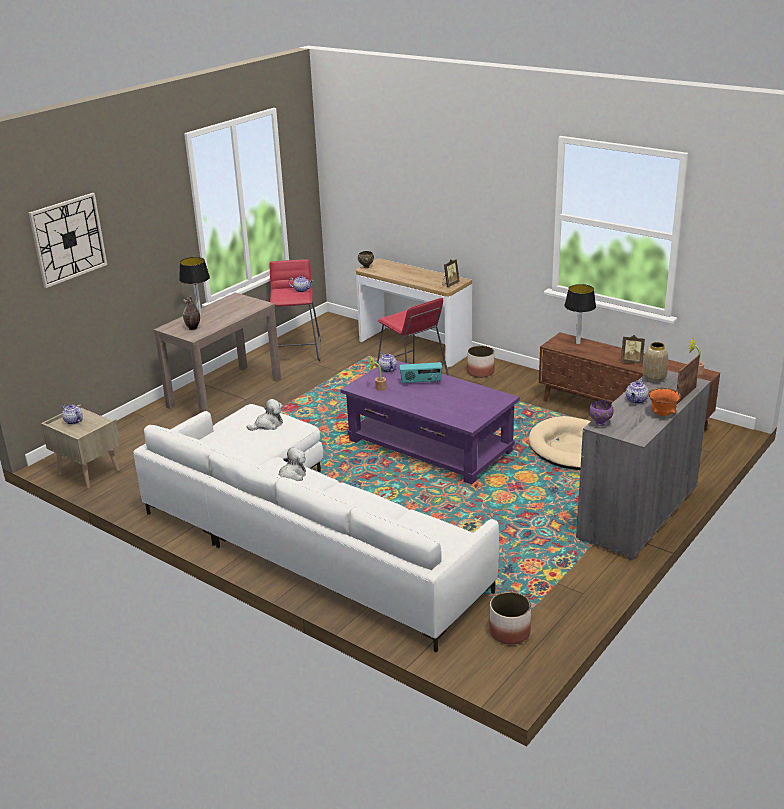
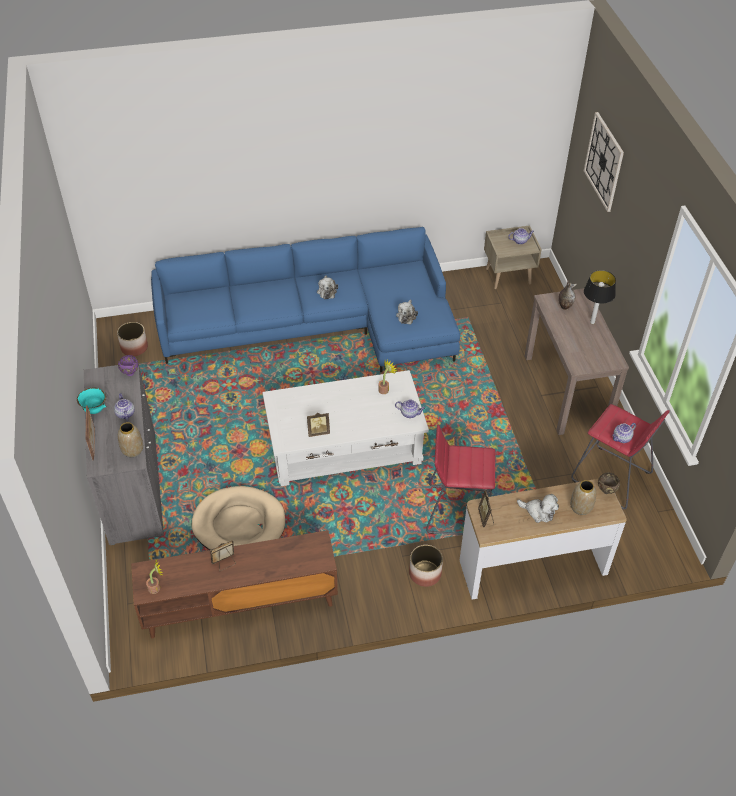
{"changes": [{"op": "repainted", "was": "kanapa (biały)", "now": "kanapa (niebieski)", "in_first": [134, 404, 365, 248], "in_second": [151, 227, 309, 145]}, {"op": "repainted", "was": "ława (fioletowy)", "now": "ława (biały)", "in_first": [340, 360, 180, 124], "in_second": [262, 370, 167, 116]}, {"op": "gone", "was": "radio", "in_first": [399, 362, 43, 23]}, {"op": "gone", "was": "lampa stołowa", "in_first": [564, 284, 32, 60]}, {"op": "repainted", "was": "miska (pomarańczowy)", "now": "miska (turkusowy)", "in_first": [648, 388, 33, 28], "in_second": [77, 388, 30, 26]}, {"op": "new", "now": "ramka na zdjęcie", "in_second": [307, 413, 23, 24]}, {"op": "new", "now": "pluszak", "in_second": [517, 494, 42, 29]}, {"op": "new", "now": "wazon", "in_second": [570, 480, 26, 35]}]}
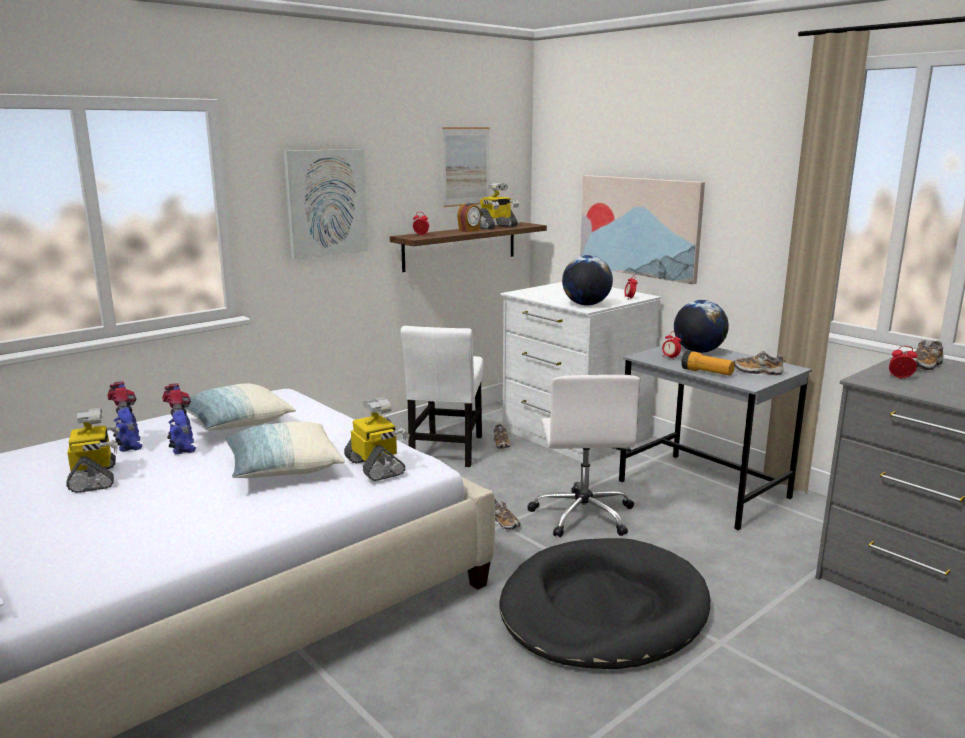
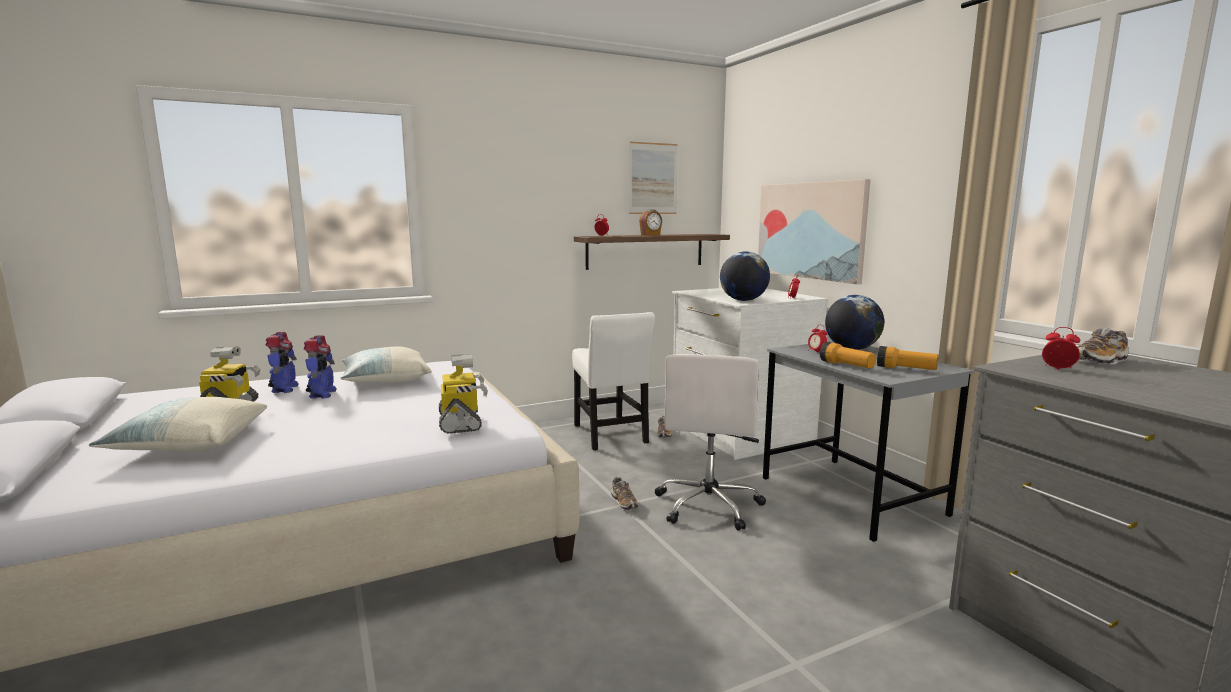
{"changes": [{"op": "shifted", "was": "poduszka", "in_first": [224, 422, 121, 56], "in_second": [89, 397, 178, 55]}, {"op": "gone", "was": "obraz", "in_first": [284, 149, 84, 111]}, {"op": "rotated", "was": "krzesło (biały)", "in_first": [401, 326, 82, 141], "in_second": [572, 312, 83, 138], "clockwise": -45}, {"op": "gone", "was": "robot zabawkowy", "in_first": [480, 183, 39, 46]}, {"op": "gone", "was": "legowisko (czarny)", "in_first": [500, 538, 210, 131]}, {"op": "swapped", "was": "but", "now": "latarka", "in_first": [734, 351, 52, 25], "in_second": [877, 346, 61, 24]}]}
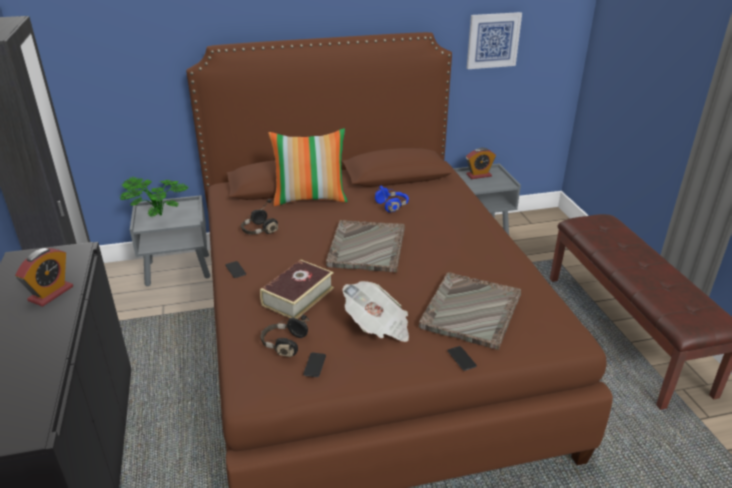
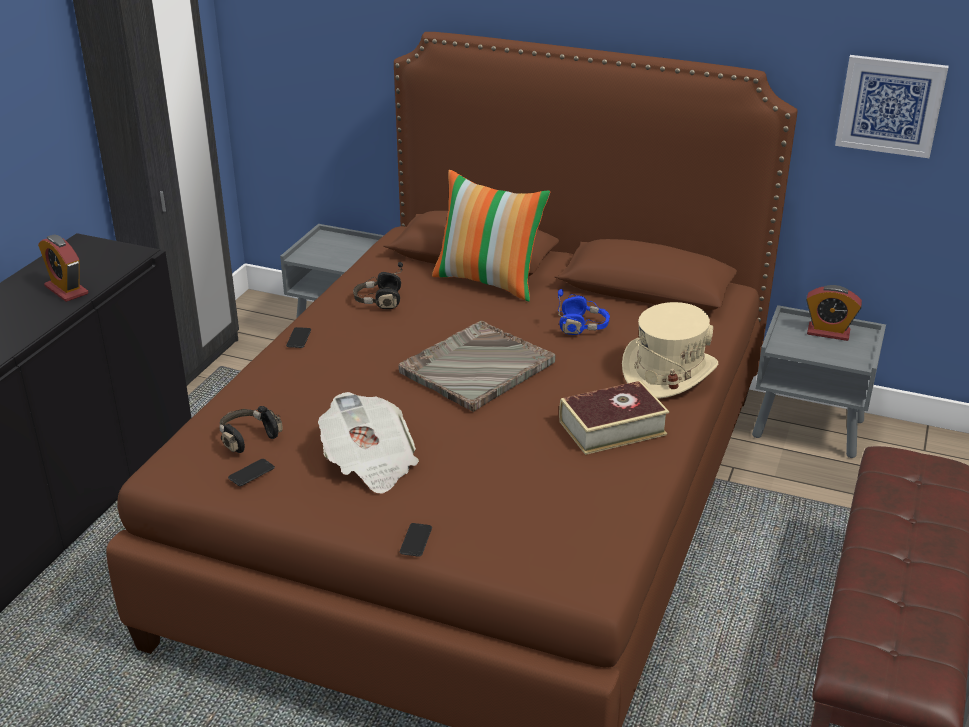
{"changes": [{"op": "rotated", "was": "budzik", "in_first": [15, 248, 58, 59], "in_second": [38, 235, 51, 67], "clockwise": 75}, {"op": "gone", "was": "roślina doniczkowa", "in_first": [120, 177, 68, 40]}, {"op": "shifted", "was": "książka", "in_first": [260, 259, 74, 60], "in_second": [559, 381, 110, 74]}, {"op": "gone", "was": "taca (szary)", "in_first": [419, 272, 102, 78]}, {"op": "new", "now": "kapelusz (beżowy)", "in_second": [622, 302, 96, 97]}]}
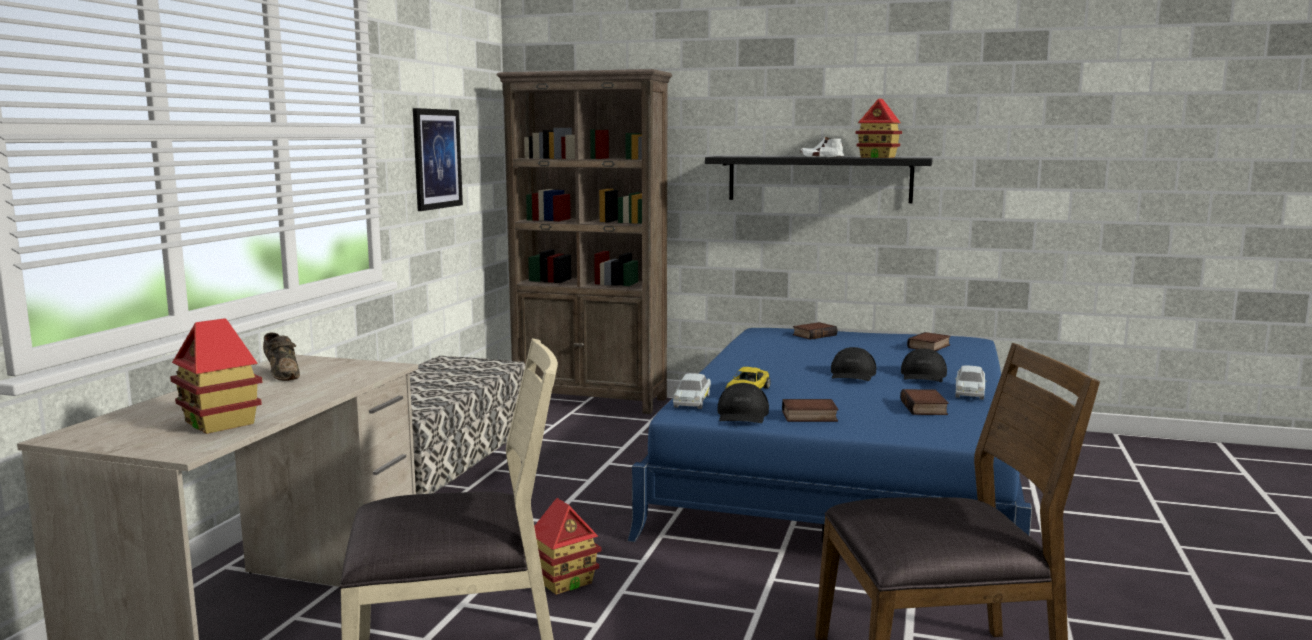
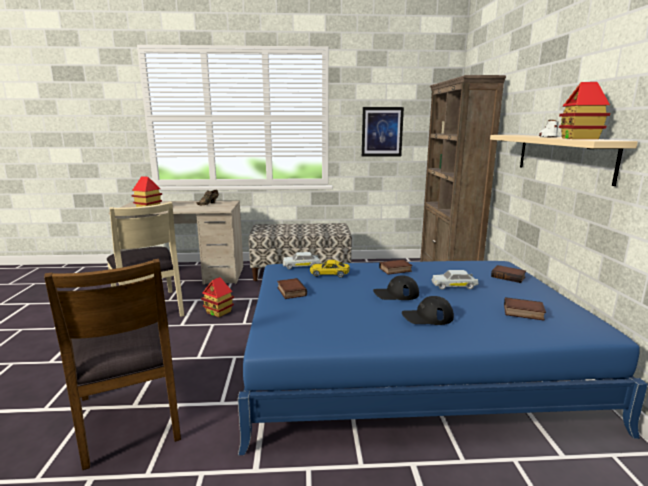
{"changes": [{"op": "repainted", "was": "półka (czarny)", "now": "półka (beżowy)", "in_first": [705, 156, 228, 47], "in_second": [490, 135, 148, 51]}, {"op": "gone", "was": "czapka z daszkiem (czarny)", "in_first": [718, 383, 51, 40]}, {"op": "shifted", "was": "książka", "in_first": [900, 389, 49, 26], "in_second": [379, 259, 34, 16]}, {"op": "shifted", "was": "samochodzik (biały)", "in_first": [955, 365, 32, 35], "in_second": [432, 270, 46, 19]}]}
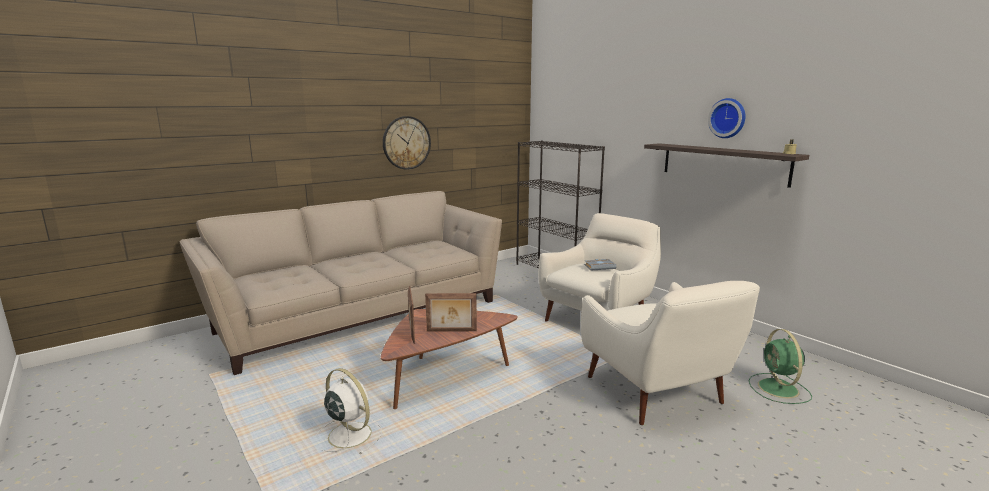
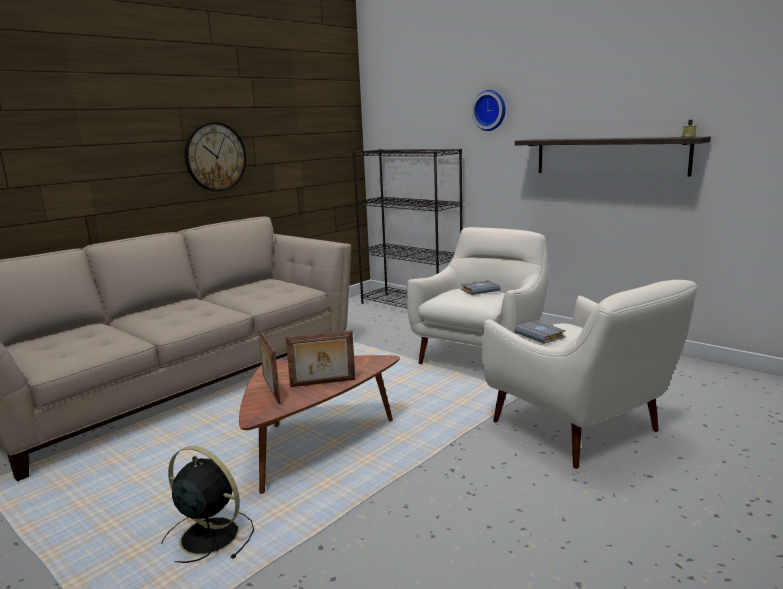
{"changes": [{"op": "repainted", "was": "wentylator (biały)", "now": "wentylator (czarny)", "in_first": [316, 368, 66, 86], "in_second": [161, 446, 93, 117]}, {"op": "shifted", "was": "zegar ścienny", "in_first": [708, 98, 38, 40], "in_second": [472, 90, 34, 41]}, {"op": "gone", "was": "wentylator (zielony)", "in_first": [749, 329, 63, 75]}, {"op": "new", "now": "książka (szary)", "in_second": [514, 320, 52, 24]}]}
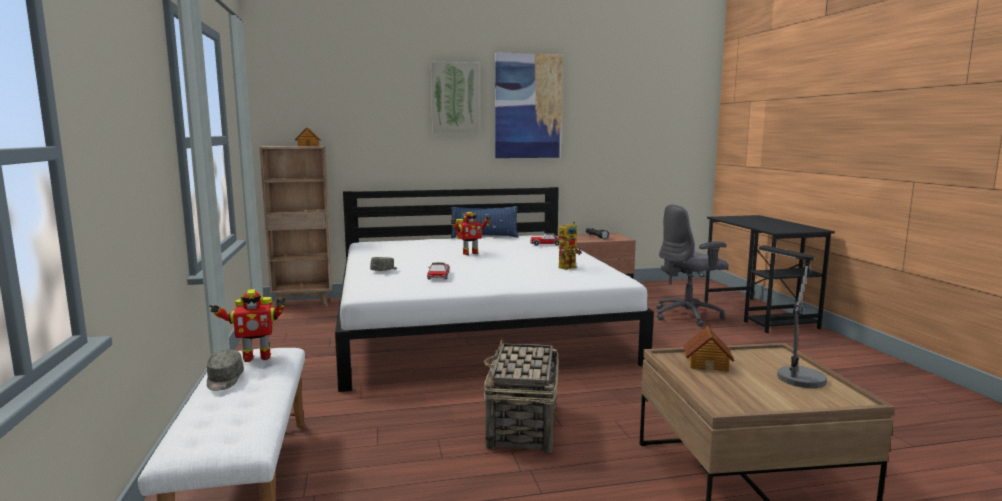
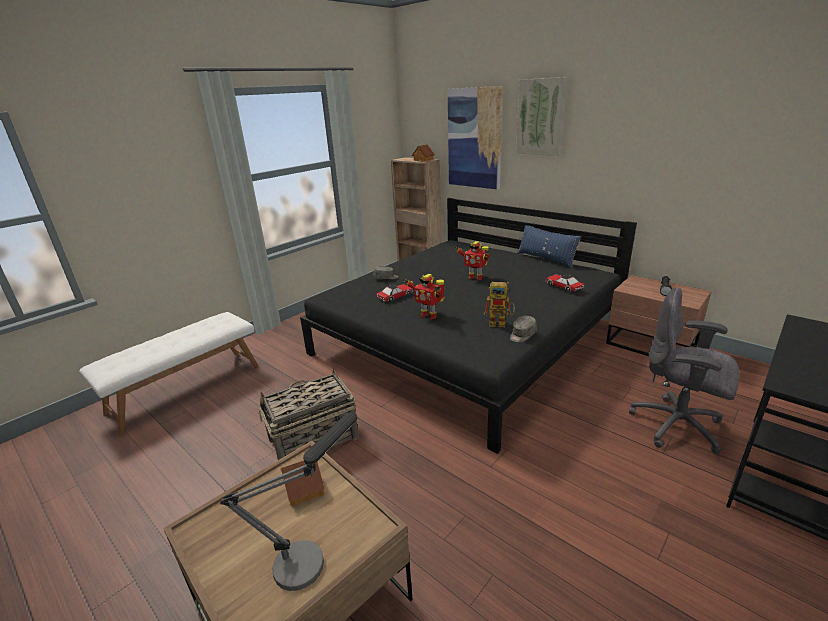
{"changes": [{"op": "shifted", "was": "czapka z daszkiem (szary)", "in_first": [207, 349, 37, 42], "in_second": [510, 316, 27, 26]}, {"op": "shifted", "was": "robot zabawkowy", "in_first": [209, 289, 77, 73], "in_second": [404, 274, 41, 46]}, {"op": "repainted", "was": "łóżko (biały)", "now": "łóżko (czarny)", "in_first": [335, 187, 319, 205], "in_second": [300, 198, 337, 256]}, {"op": "shifted", "was": "obraz", "in_first": [495, 53, 68, 105], "in_second": [448, 86, 55, 103]}]}
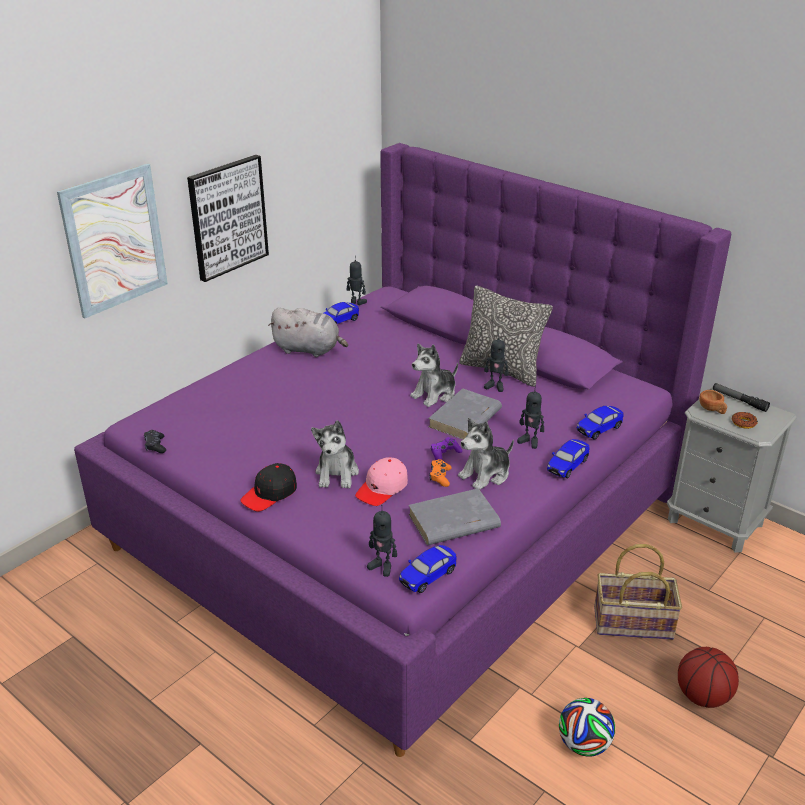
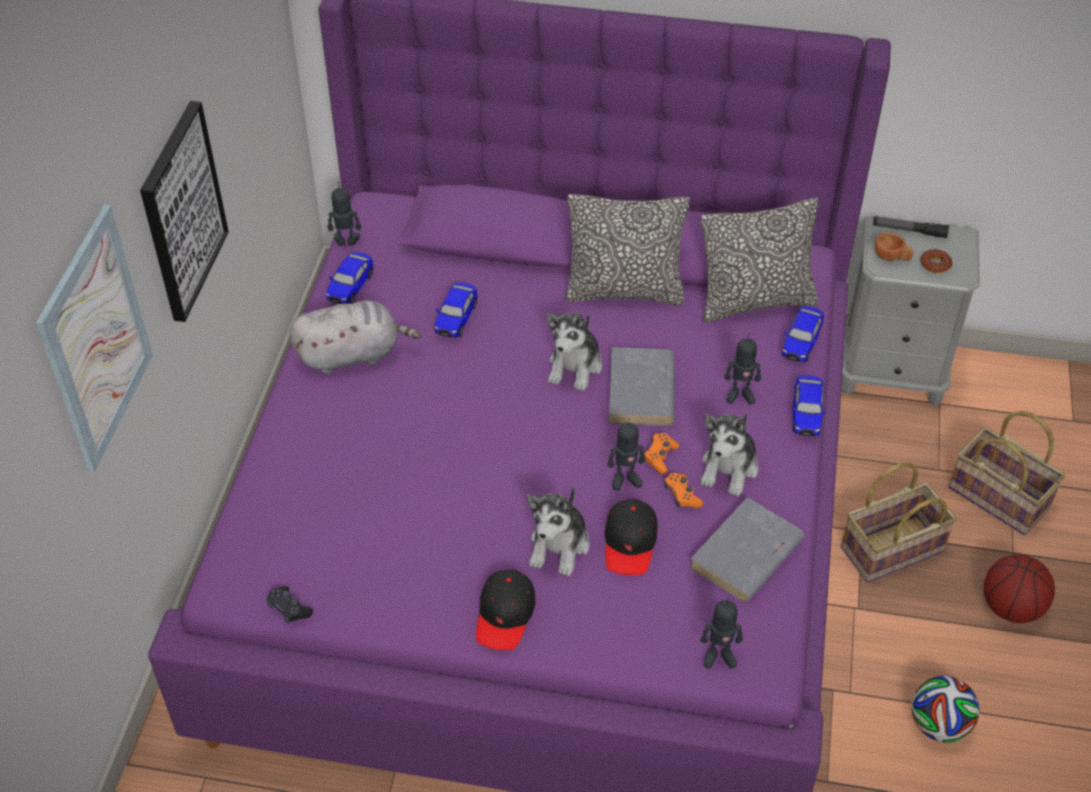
{"changes": [{"op": "rotated", "was": "pluszak", "in_first": [311, 420, 48, 68], "in_second": [526, 486, 63, 90], "clockwise": 45}, {"op": "repainted", "was": "czapka z daszkiem (różowy)", "now": "czapka z daszkiem (czarny)", "in_first": [355, 457, 53, 49], "in_second": [605, 499, 53, 76]}, {"op": "shifted", "was": "samochodzik", "in_first": [399, 545, 57, 48], "in_second": [435, 283, 43, 55]}, {"op": "repainted", "was": "pad do gier (fioletowy)", "now": "pad do gier (pomarańczowy)", "in_first": [431, 437, 31, 23], "in_second": [644, 433, 35, 41]}, {"op": "shifted", "was": "robot zabawkowy", "in_first": [484, 333, 25, 59], "in_second": [607, 418, 38, 73]}, {"op": "new", "now": "poduszka", "in_second": [701, 198, 117, 125]}, {"op": "new", "now": "koszyk", "in_second": [949, 411, 116, 124]}]}
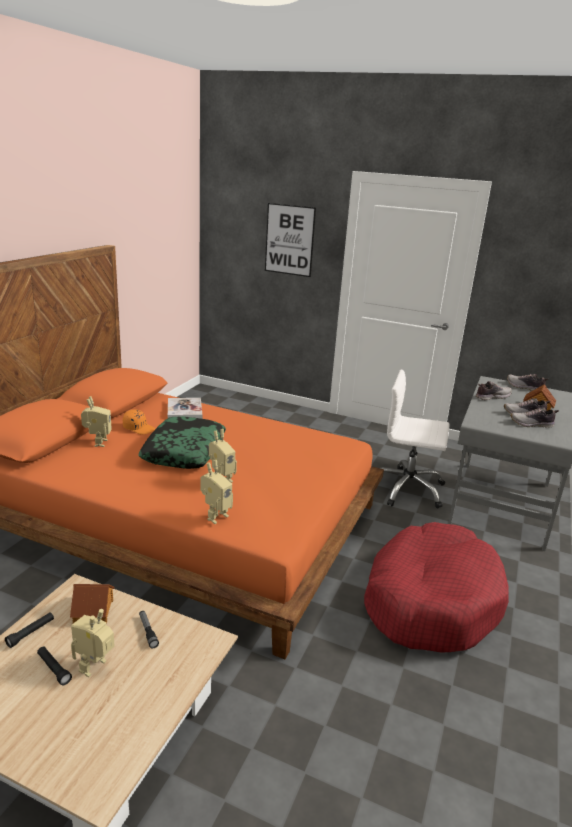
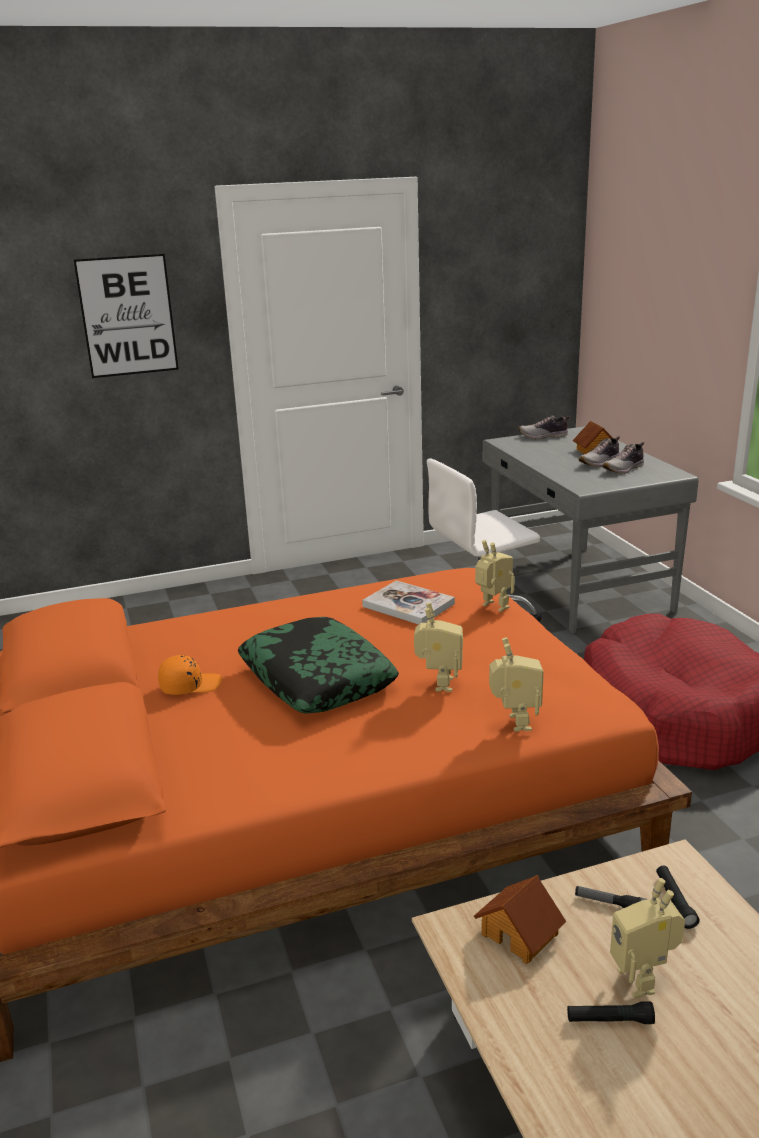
{"changes": [{"op": "shifted", "was": "latarka (czarny)", "in_first": [5, 612, 49, 36], "in_second": [656, 866, 43, 63]}, {"op": "shifted", "was": "robot zabawkowy", "in_first": [81, 396, 31, 51], "in_second": [475, 540, 40, 72]}, {"op": "shifted", "was": "książka", "in_first": [168, 398, 35, 21], "in_second": [362, 580, 93, 45]}, {"op": "gone", "was": "but", "in_first": [476, 381, 36, 19]}]}
